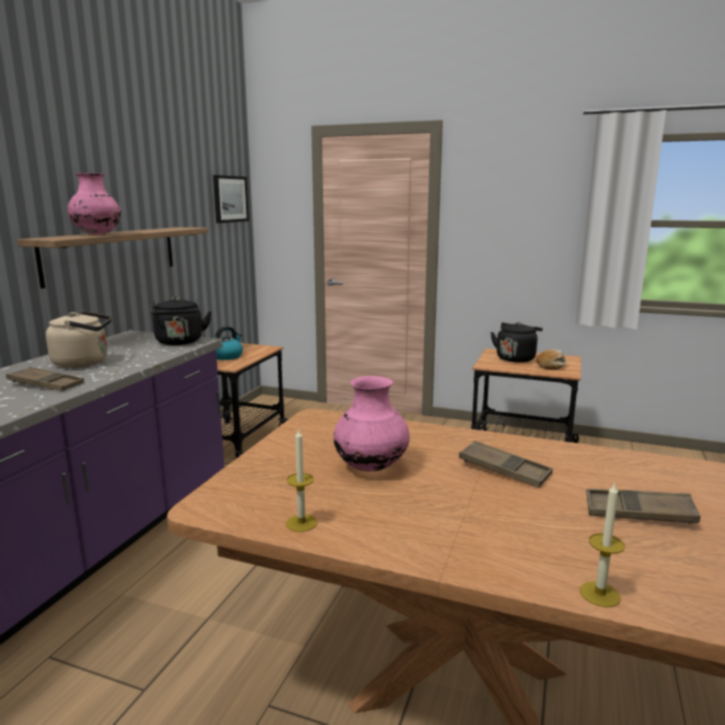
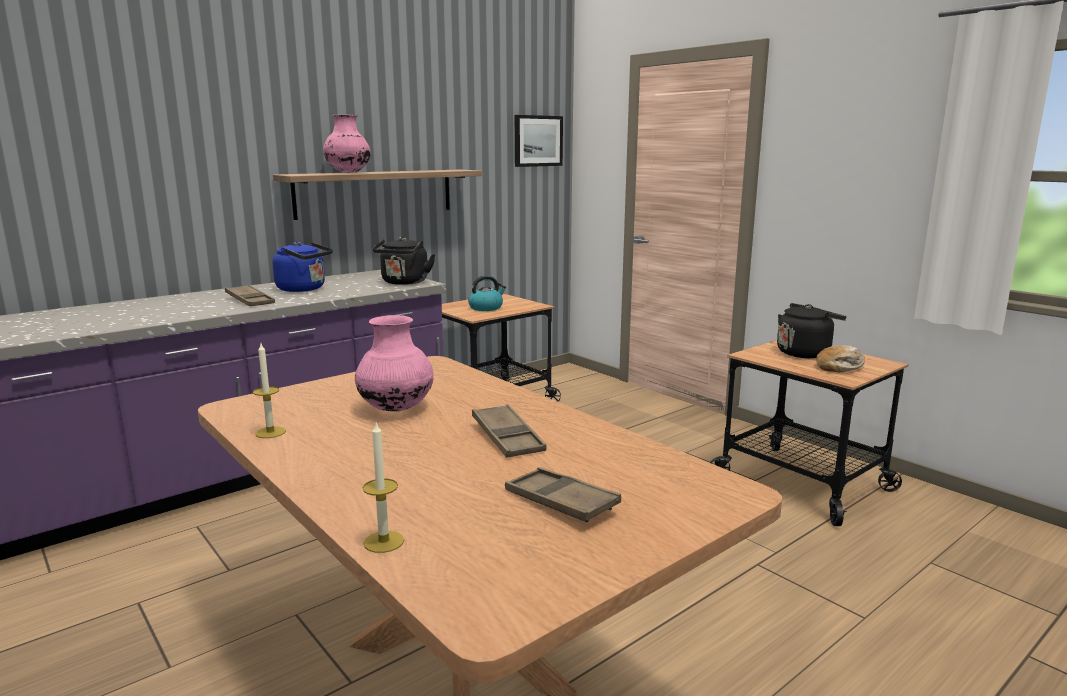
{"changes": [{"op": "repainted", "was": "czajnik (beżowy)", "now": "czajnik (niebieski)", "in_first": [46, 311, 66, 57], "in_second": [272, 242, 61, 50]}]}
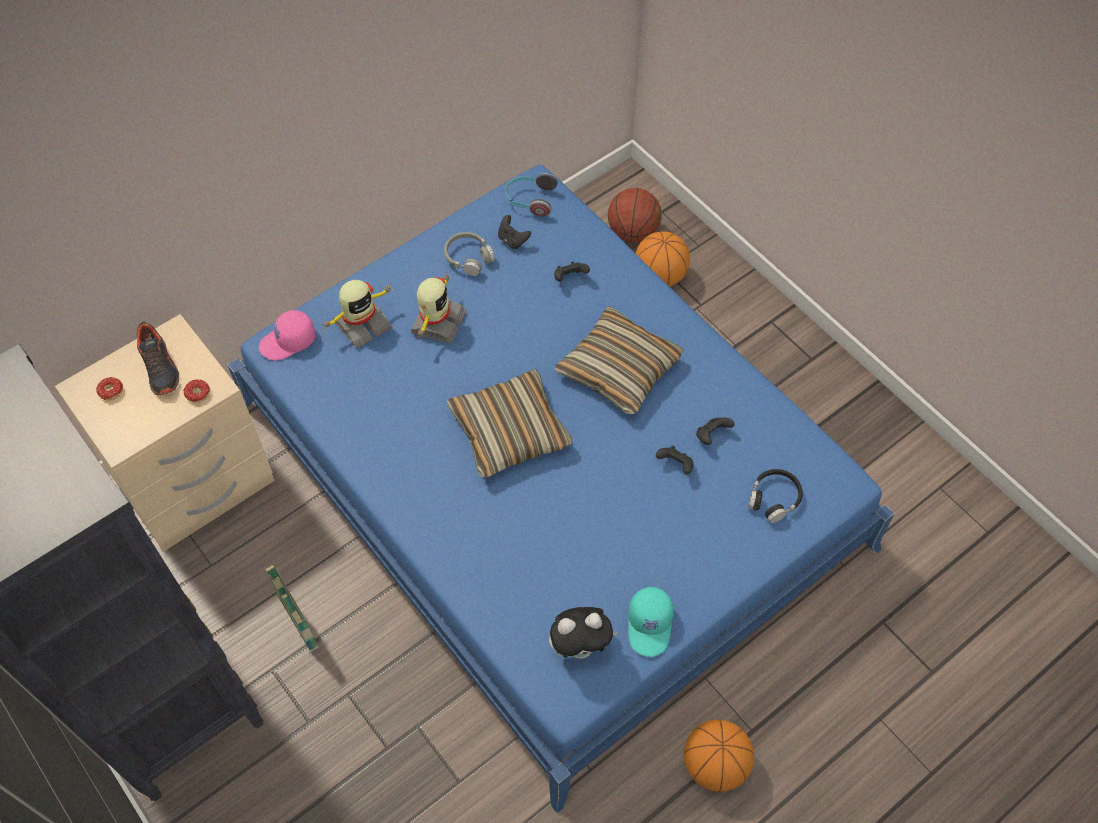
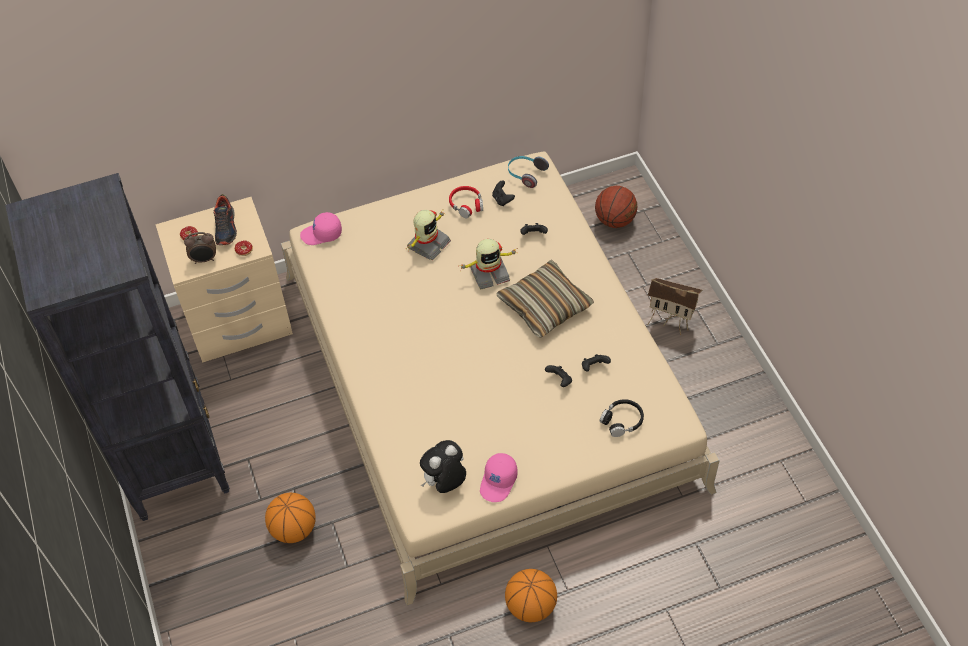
{"changes": [{"op": "repainted", "was": "łóżko (niebieski)", "now": "łóżko (beżowy)", "in_first": [228, 165, 667, 648], "in_second": [281, 151, 439, 455]}, {"op": "gone", "was": "koszyk", "in_first": [265, 565, 53, 87]}, {"op": "shifted", "was": "robot zabawkowy", "in_first": [320, 280, 74, 68], "in_second": [460, 239, 58, 51]}, {"op": "repainted", "was": "słuchawki (szary)", "now": "słuchawki (czerwony)", "in_first": [444, 232, 51, 44], "in_second": [449, 186, 34, 32]}, {"op": "gone", "was": "poduszka", "in_first": [447, 369, 125, 109]}, {"op": "rotated", "was": "pluszak", "in_first": [549, 607, 69, 52], "in_second": [420, 440, 46, 53], "clockwise": 135}, {"op": "repainted", "was": "czapka z daszkiem (turkusowy)", "now": "czapka z daszkiem (różowy)", "in_first": [628, 587, 46, 70], "in_second": [480, 453, 38, 49]}, {"op": "shifted", "was": "piłka do koszykówki", "in_first": [636, 231, 54, 55], "in_second": [265, 493, 51, 50]}, {"op": "new", "now": "budzik", "in_second": [184, 232, 32, 32]}, {"op": "new", "now": "domek", "in_second": [647, 278, 55, 57]}]}
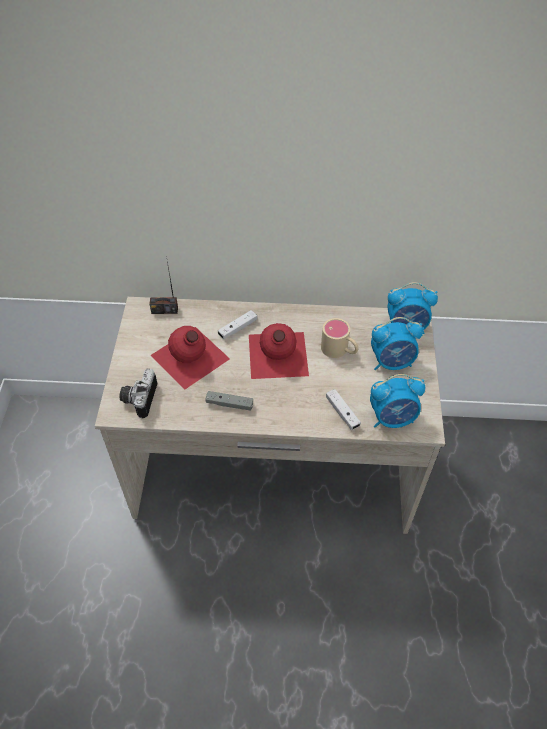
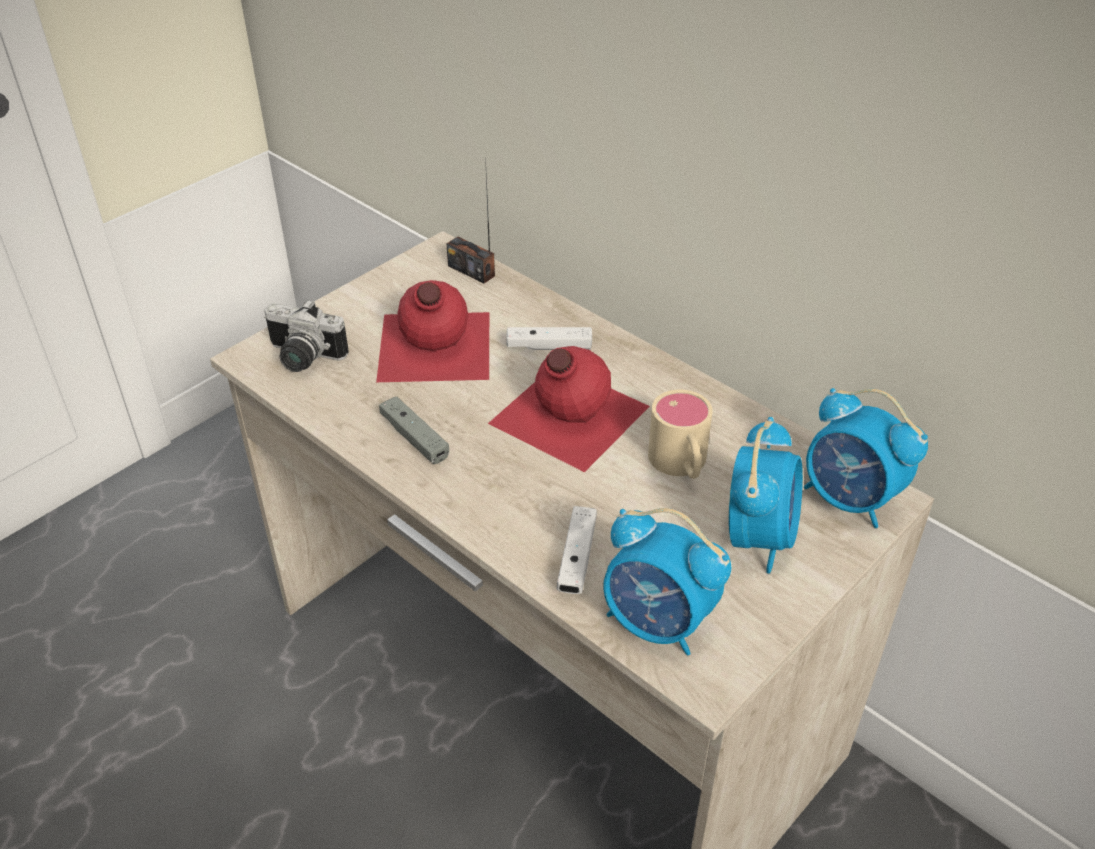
{"changes": [{"op": "rotated", "was": "aparat fotograficzny", "in_first": [120, 369, 38, 50], "in_second": [264, 300, 85, 72], "clockwise": -120}, {"op": "rotated", "was": "budzik", "in_first": [371, 317, 52, 53], "in_second": [729, 417, 74, 157], "clockwise": -105}]}
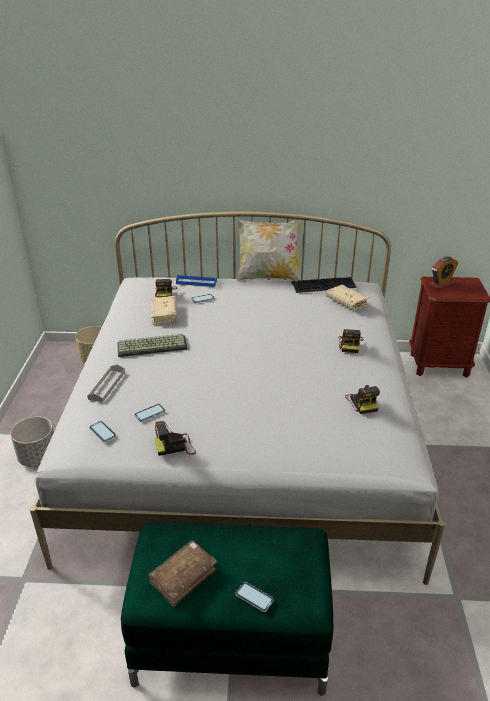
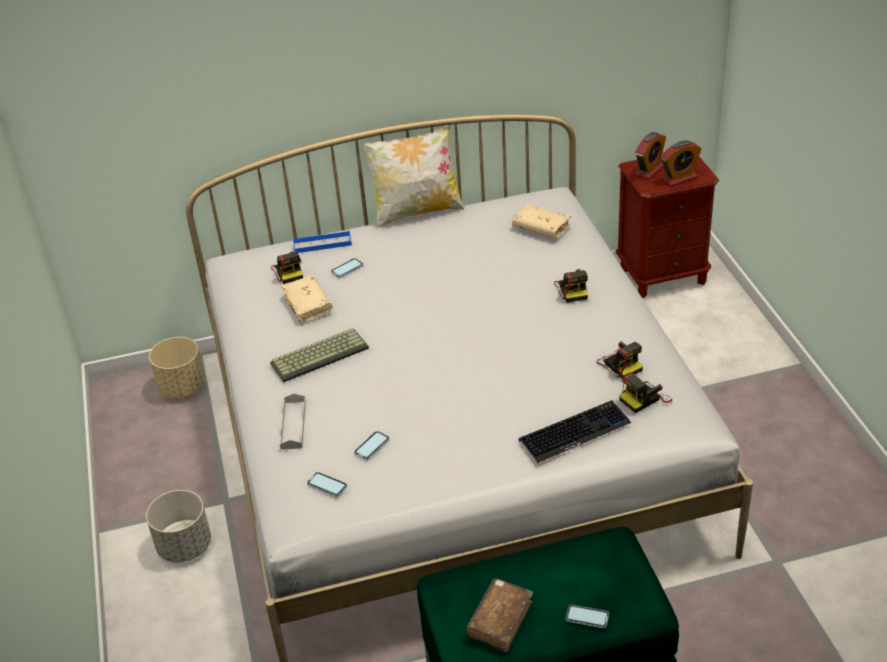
{"changes": [{"op": "shifted", "was": "aparat fotograficzny", "in_first": [154, 421, 42, 35], "in_second": [619, 372, 53, 41]}, {"op": "shifted", "was": "klawiatura", "in_first": [291, 277, 66, 16], "in_second": [519, 400, 112, 63]}, {"op": "new", "now": "budzik", "in_second": [661, 140, 41, 47]}]}
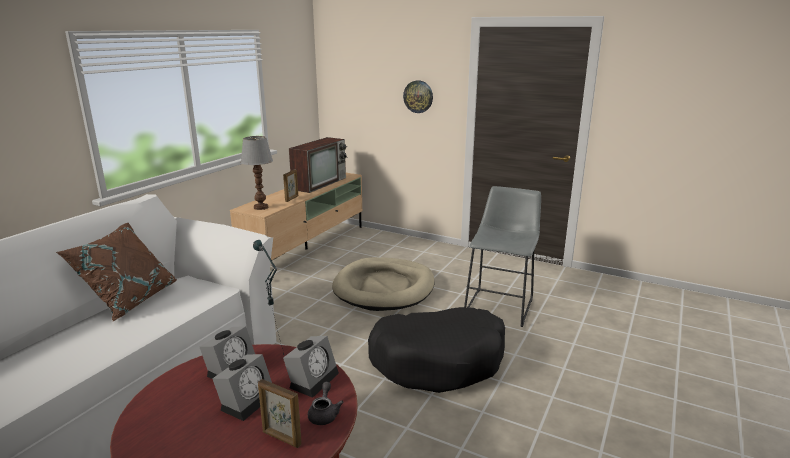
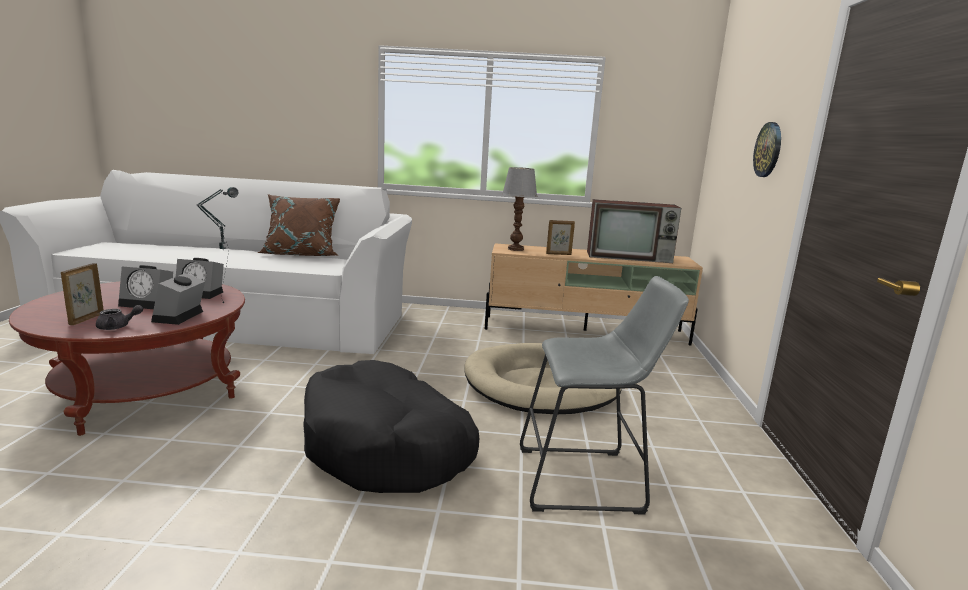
{"changes": [{"op": "rotated", "was": "budzik", "in_first": [283, 336, 56, 62], "in_second": [151, 273, 54, 52], "clockwise": 90}]}
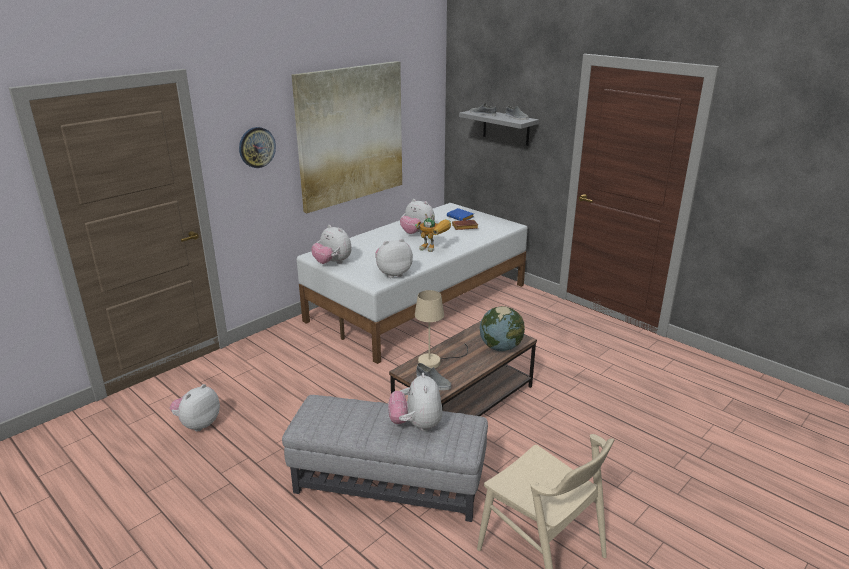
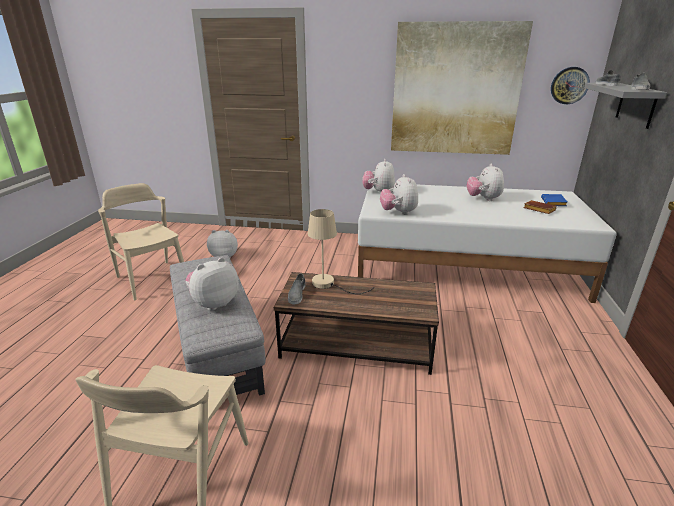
{"changes": [{"op": "shifted", "was": "zegar ścienny", "in_first": [239, 127, 37, 41], "in_second": [551, 67, 39, 37]}, {"op": "rotated", "was": "pluszak", "in_first": [375, 239, 38, 39], "in_second": [380, 174, 38, 41], "clockwise": -135}, {"op": "gone", "was": "robot zabawkowy", "in_first": [415, 213, 36, 39]}, {"op": "gone", "was": "globus", "in_first": [480, 306, 45, 45]}, {"op": "new", "now": "krzesło (beżowy)", "in_second": [98, 183, 86, 118]}]}
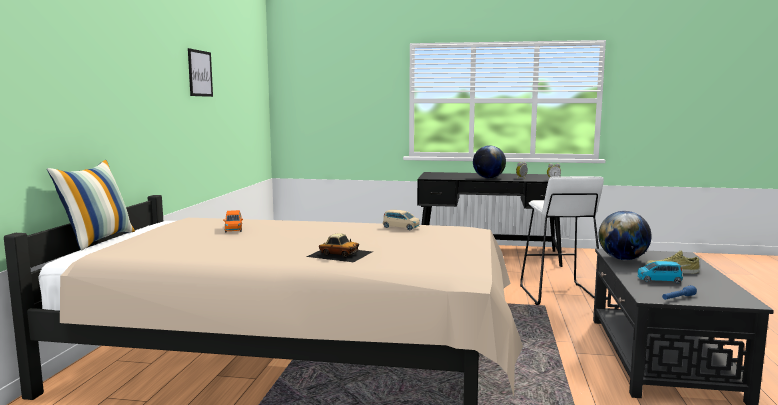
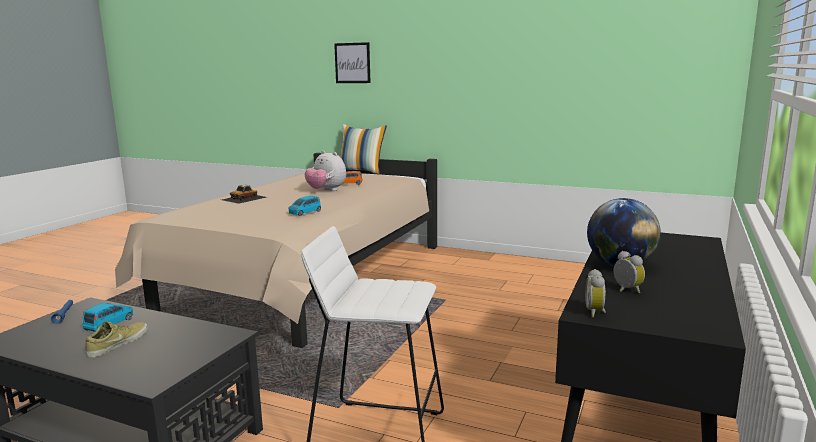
{"changes": [{"op": "shifted", "was": "obraz", "in_first": [188, 48, 25, 49], "in_second": [334, 42, 37, 41]}, {"op": "repainted", "was": "samochodzik (beżowy)", "now": "samochodzik (niebieski)", "in_first": [383, 210, 37, 20], "in_second": [288, 196, 33, 20]}, {"op": "gone", "was": "globus", "in_first": [598, 211, 54, 49]}, {"op": "new", "now": "pluszak", "in_second": [305, 151, 41, 40]}]}
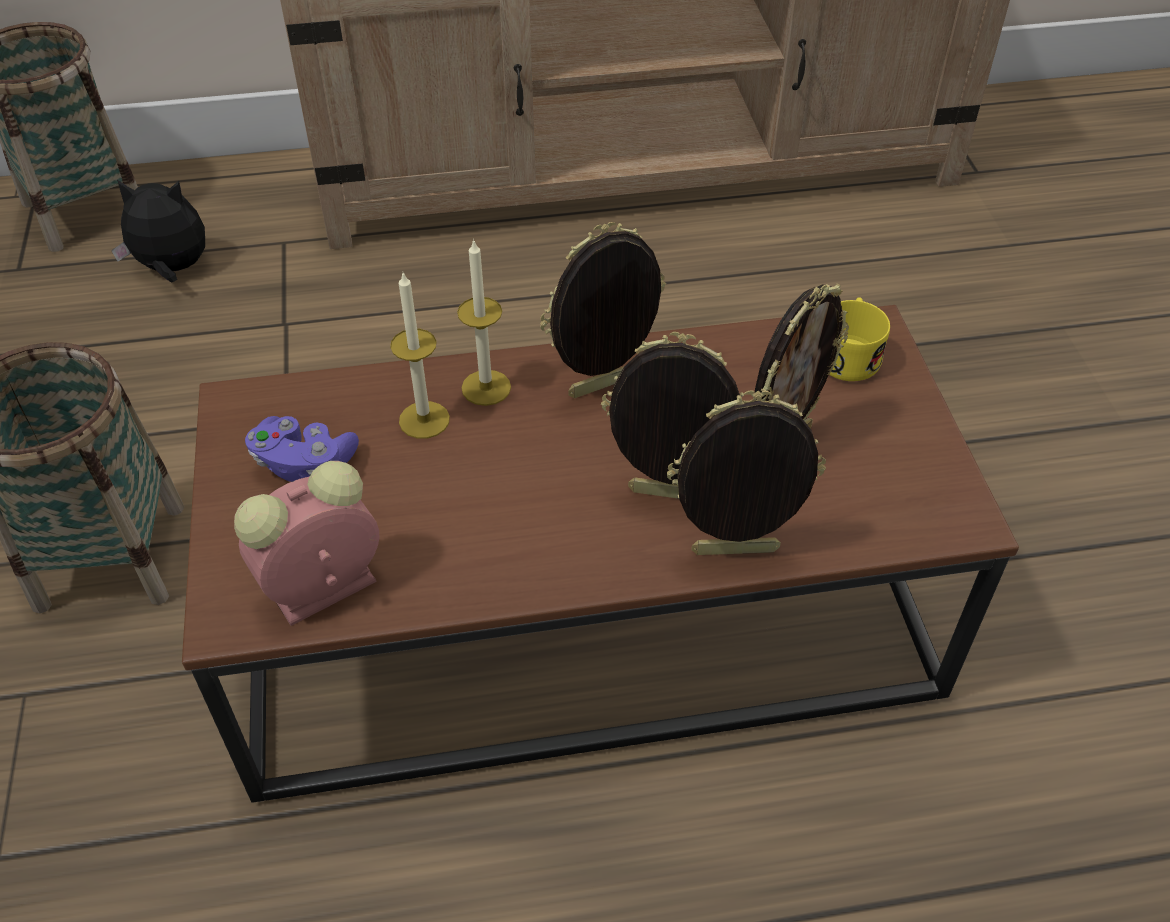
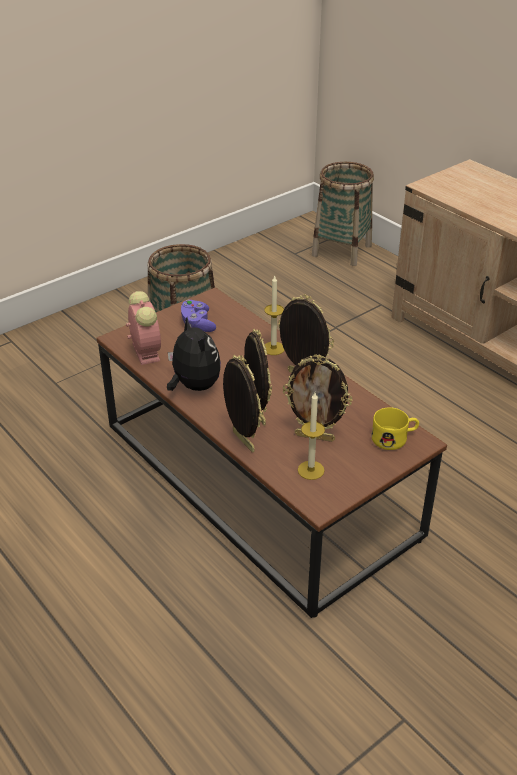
{"changes": [{"op": "shifted", "was": "pluszak", "in_first": [111, 180, 94, 103], "in_second": [167, 317, 54, 74]}, {"op": "rotated", "was": "budzik", "in_first": [234, 461, 146, 165], "in_second": [126, 291, 35, 74], "clockwise": 45}, {"op": "shifted", "was": "świeca", "in_first": [390, 273, 60, 166], "in_second": [298, 393, 27, 87]}]}
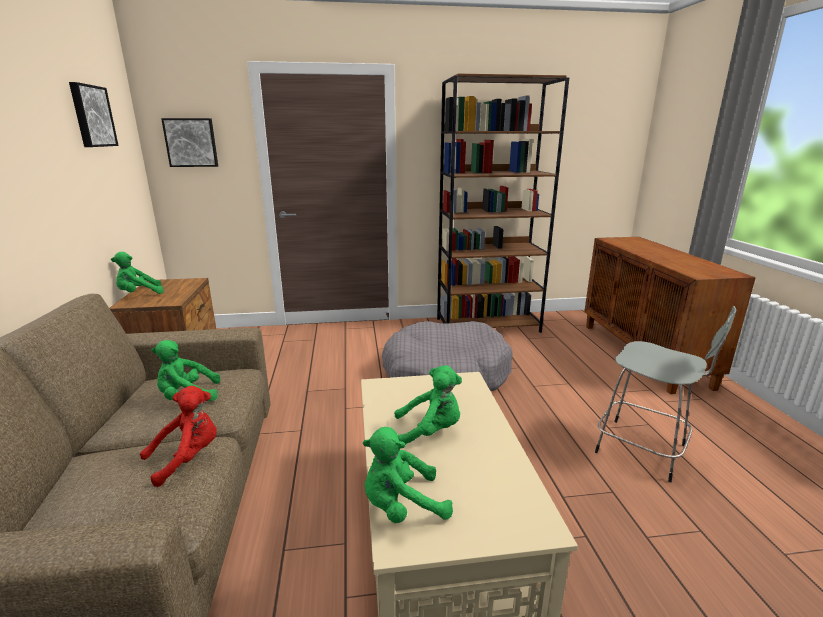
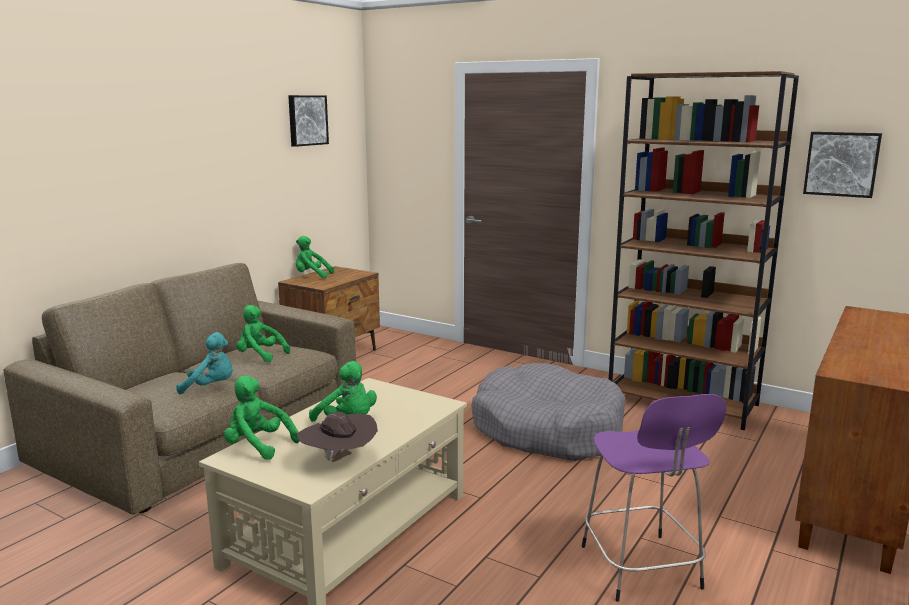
{"changes": [{"op": "repainted", "was": "pluszak (czerwony)", "now": "pluszak (turkusowy)", "in_first": [140, 386, 77, 101], "in_second": [176, 332, 57, 62]}, {"op": "shifted", "was": "obraz", "in_first": [161, 118, 57, 49], "in_second": [803, 132, 79, 66]}, {"op": "repainted", "was": "stołek (szary)", "now": "stołek (fioletowy)", "in_first": [595, 306, 141, 176], "in_second": [582, 394, 145, 208]}, {"op": "new", "now": "kapelusz (brązowy)", "in_second": [297, 412, 81, 50]}]}
